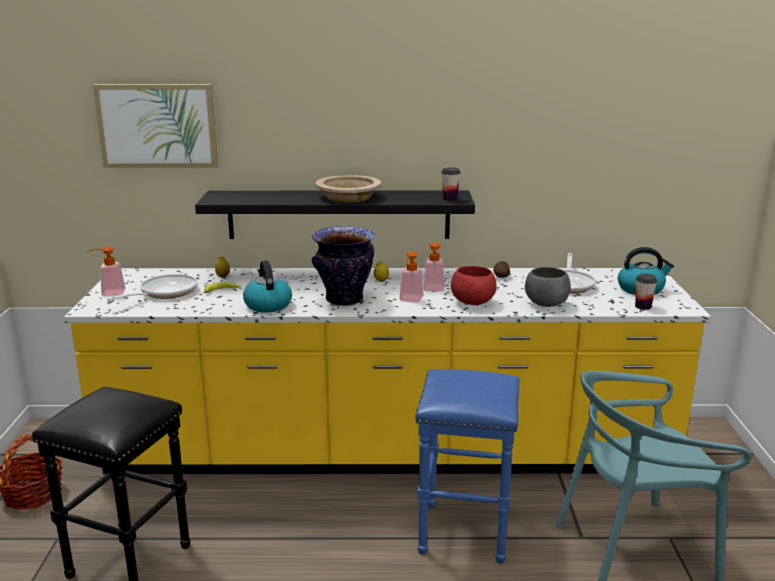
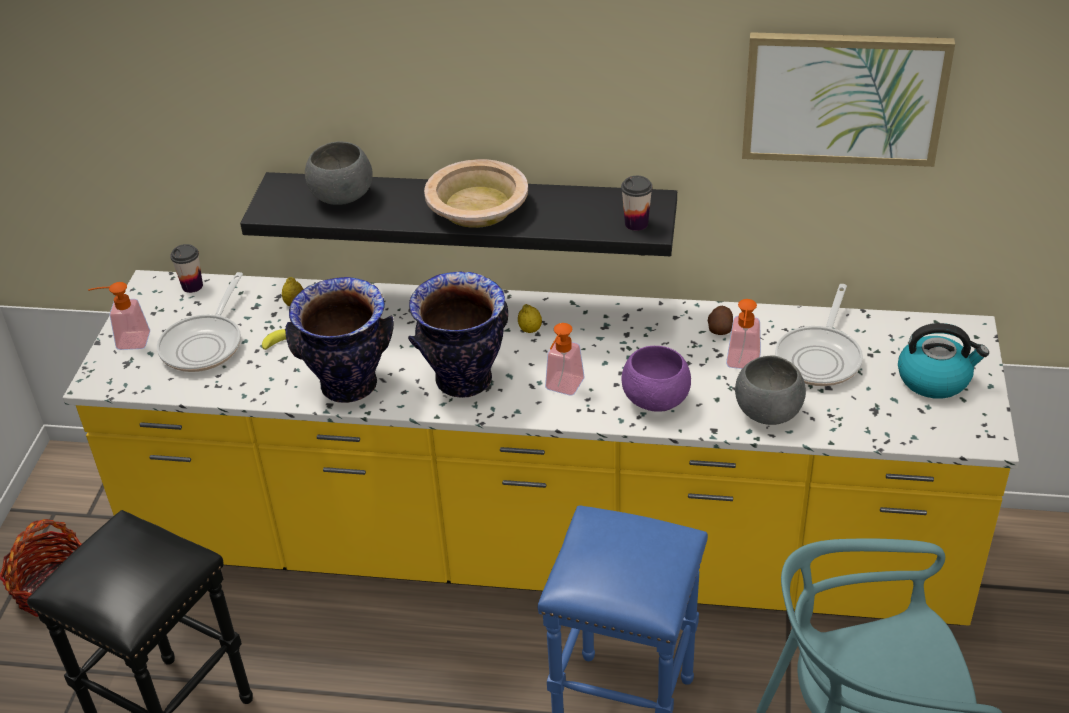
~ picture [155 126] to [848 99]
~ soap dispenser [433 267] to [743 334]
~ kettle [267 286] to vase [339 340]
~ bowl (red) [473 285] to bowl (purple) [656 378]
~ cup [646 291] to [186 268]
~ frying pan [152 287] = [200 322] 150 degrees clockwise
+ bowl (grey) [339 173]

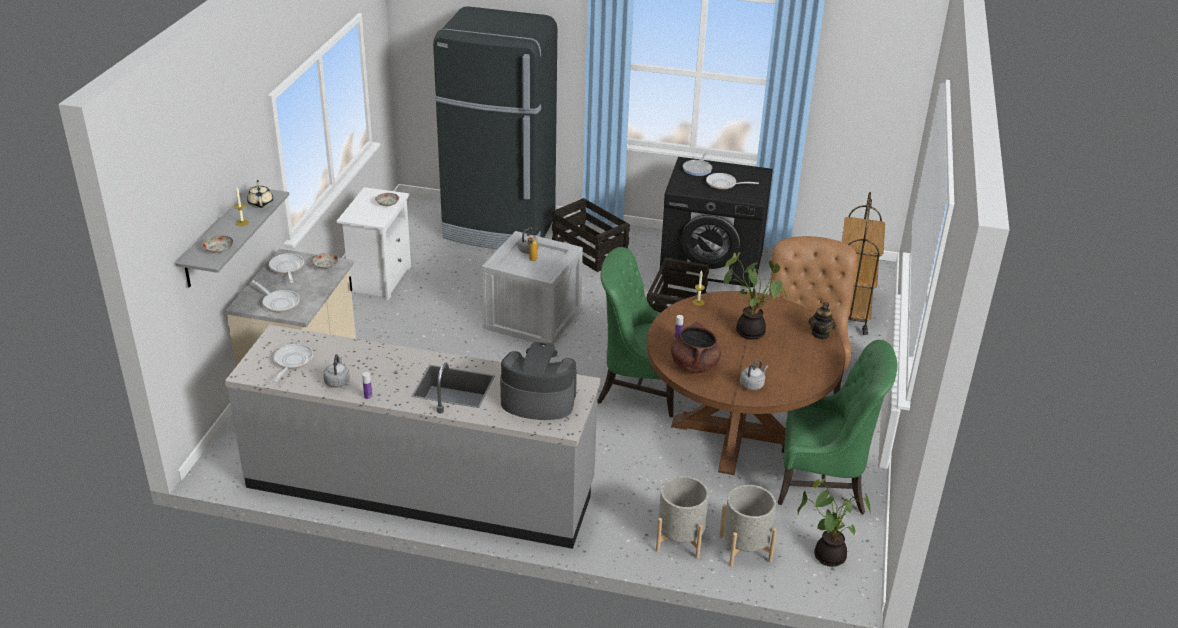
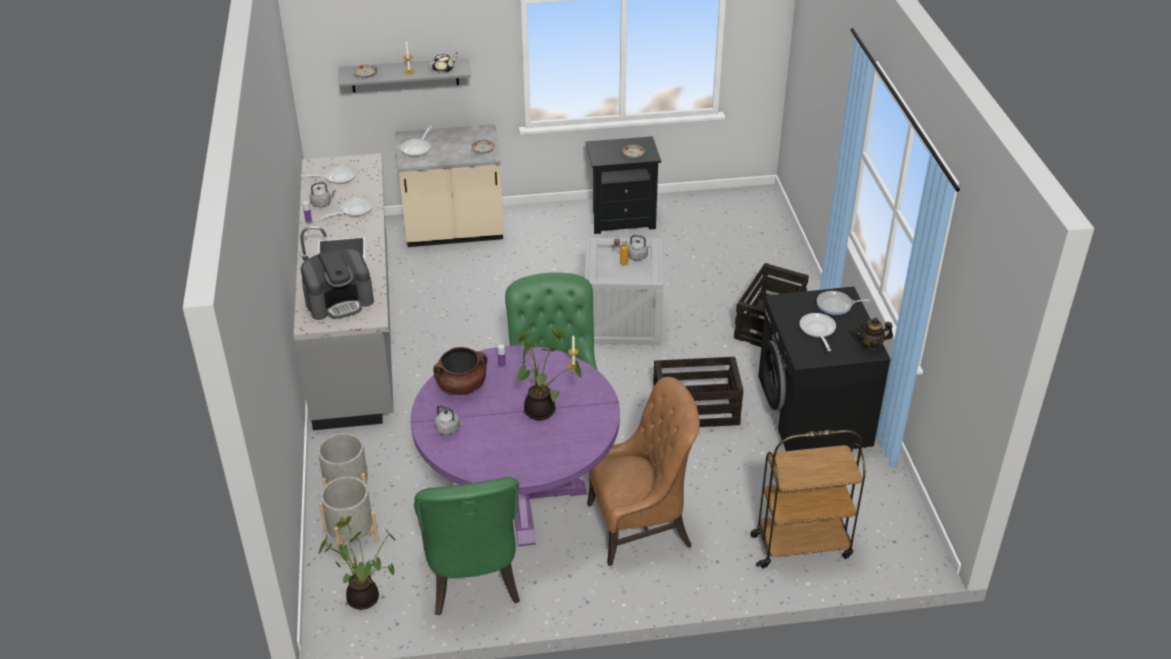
- fridge (black) [495 127]
~ nightstand (white) [374 243] to nightstand (black) [623 185]
~ frying pan [286 268] to [347 208]
~ dining table (brown) [745 383] to dining table (purple) [515 445]
~ teapot [822 320] to [873 335]
~ coffee machine [538 381] = [337 284] 75 degrees clockwise

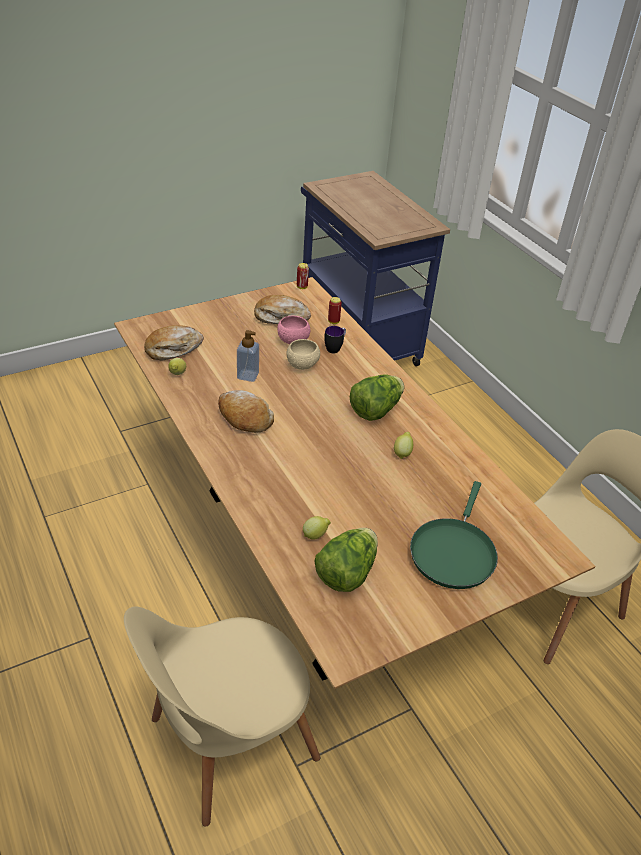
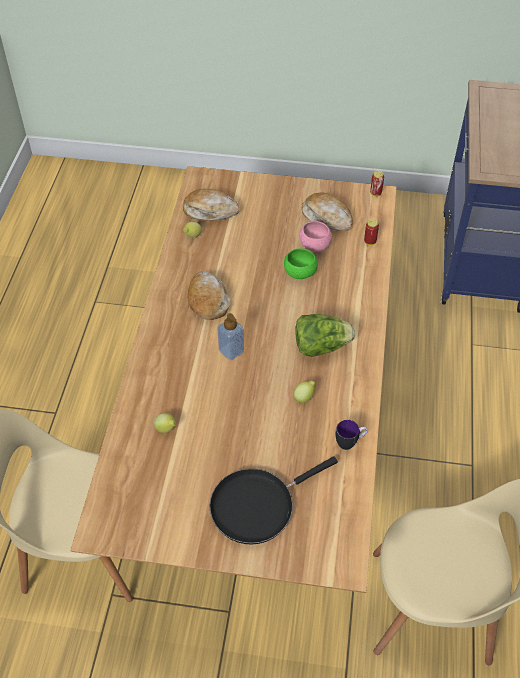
~ mug [335 339] to [351 435]
~ soap dispenser [248 356] to [230 336]
~ bowl (beige) [303 354] to bowl (green) [301 263]
~ frying pan (green) [454 535] to frying pan (black) [274 500]
- lettuce [346 560]

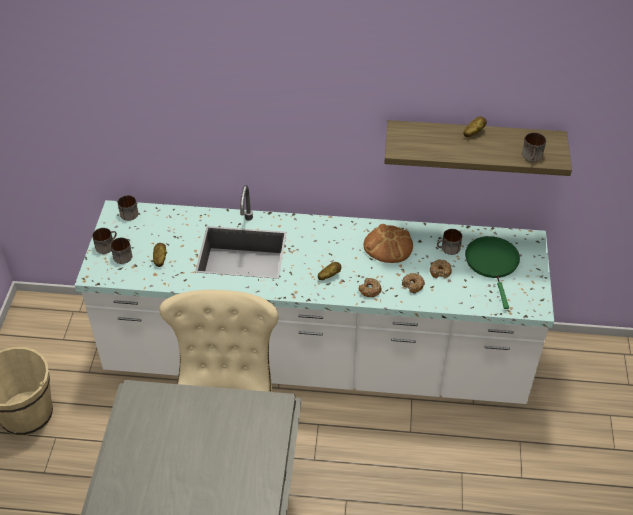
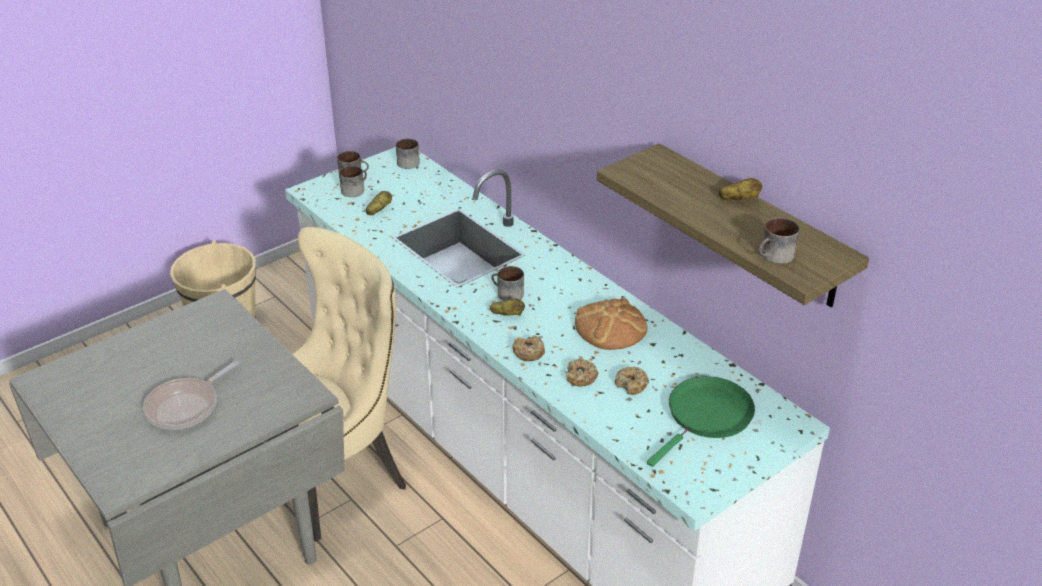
~ mug [449 242] to [507 283]
+ frying pan [191 395]

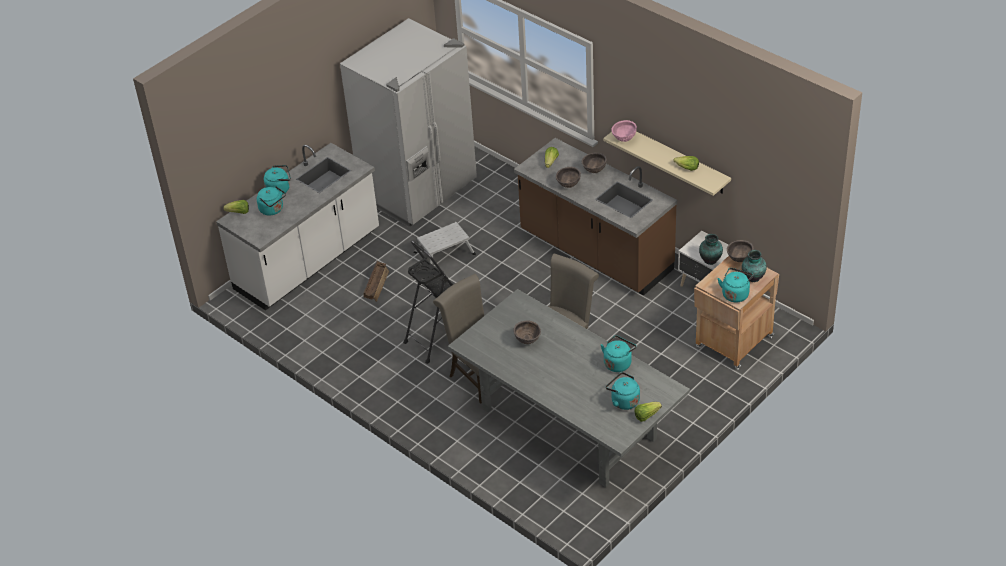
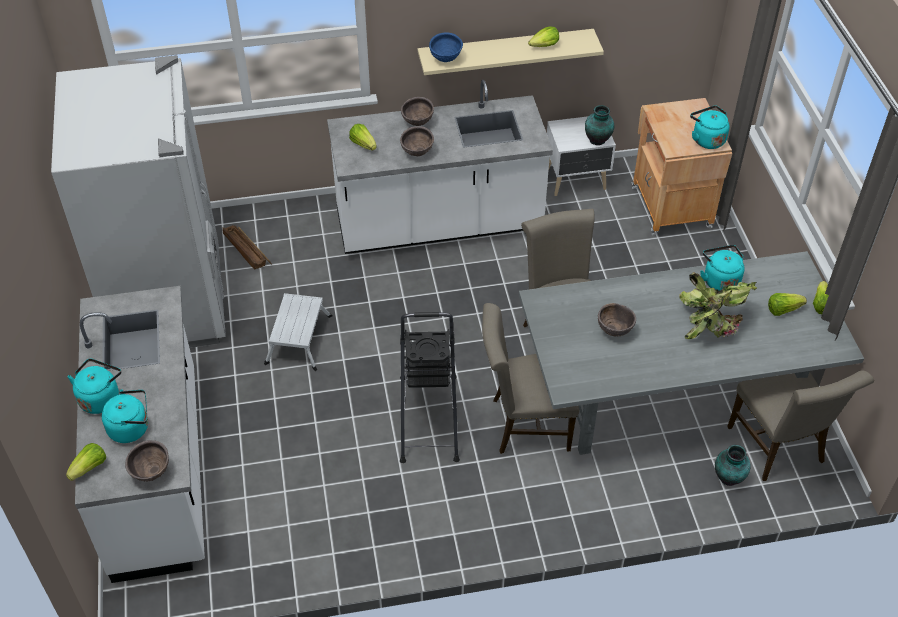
~ bowl (pink) [624 131] to bowl (blue) [446 47]
~ counter (brown) [595 217] to counter (white) [440 167]
~ bowl (brown) [740 251] to [147 461]
~ vase [754 266] to [733 465]
~ crate [376 281] to [247 247]
~ kettle (turquoise) [623 391] to lettuce [787 304]
+ potted plant [718 305]
+ chair (beige) [800 425]

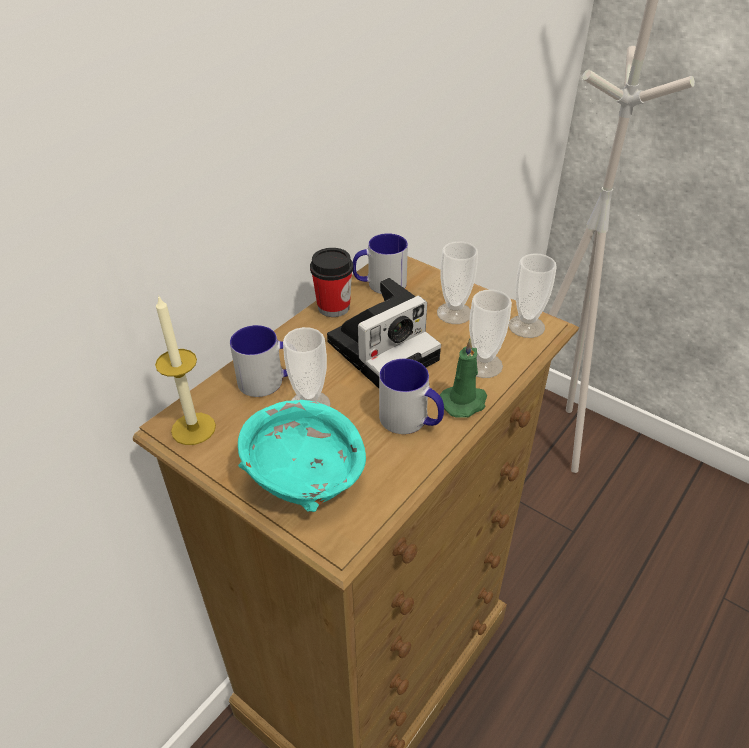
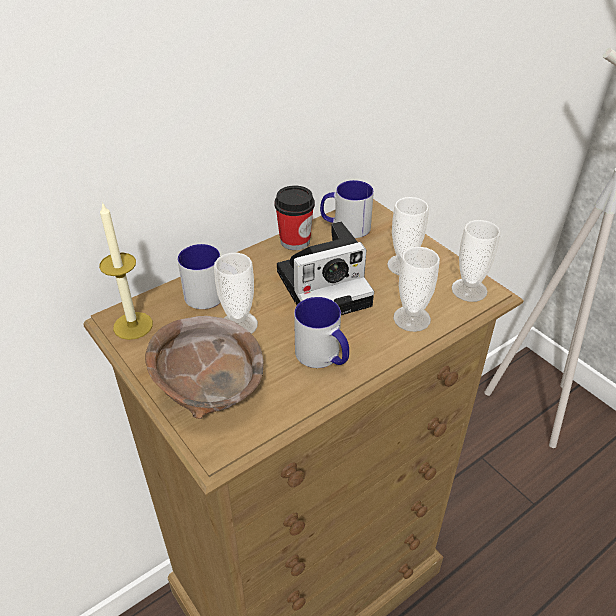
- candle (green) [463 378]
~ bowl (turquoise) [302 456] to bowl (brown) [204 367]

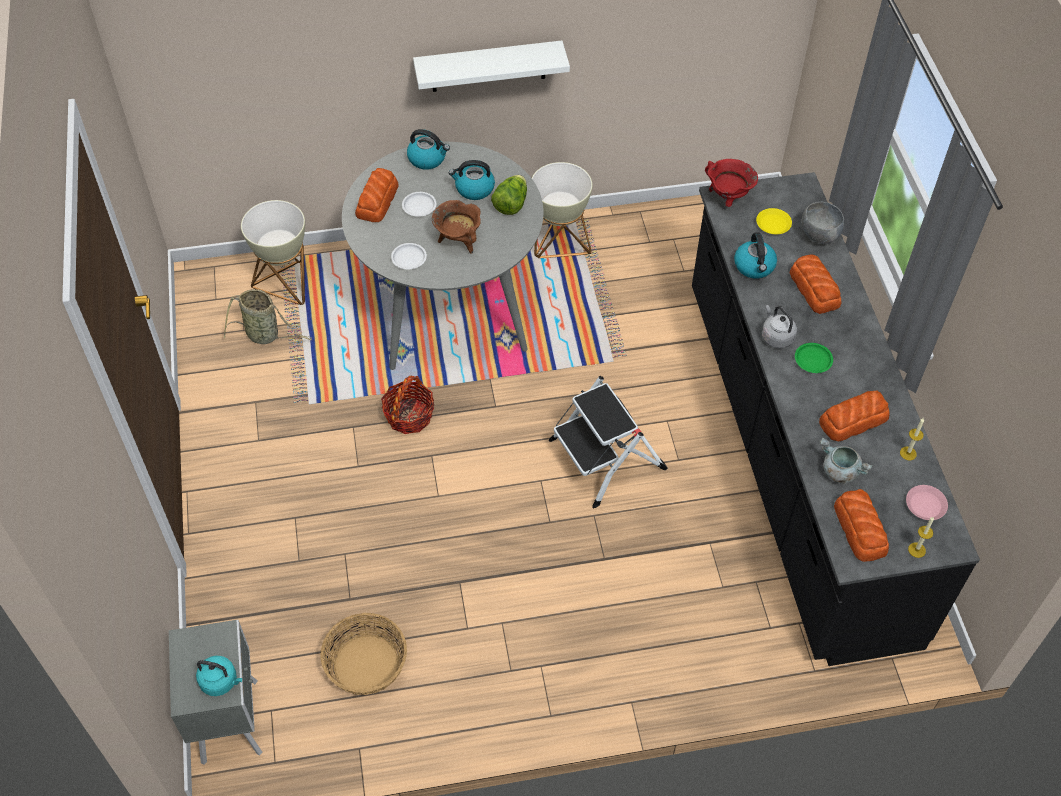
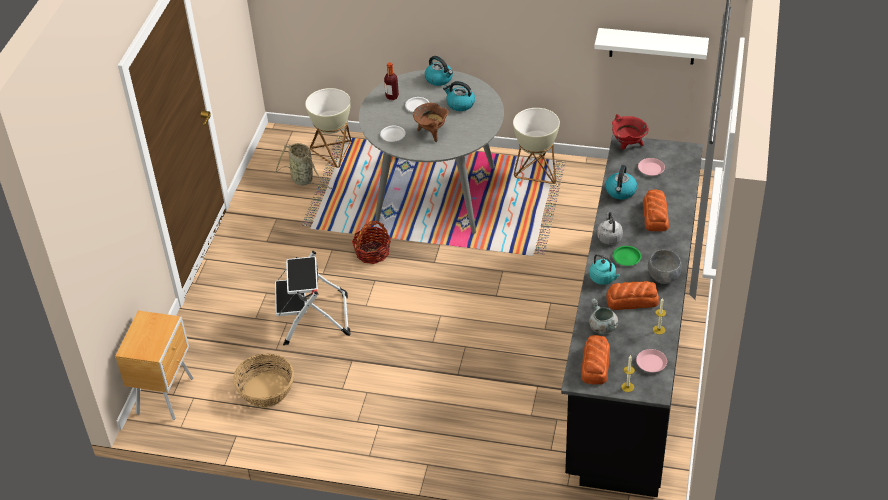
~ shelf (white) [491 66] to [651 46]
~ bread [377 195] to bottle [391 81]
- lettuce [509 195]
~ bowl (grey) [823 223] to [665 267]
~ plate (yellow) [774 221] to plate (pink) [651 167]
~ step ladder [608 442] to [312 298]
~ nightstand (grey) [215 692] to nightstand (brown) [154 365]
~ kettle (turquoise) [219 676] to [605 269]

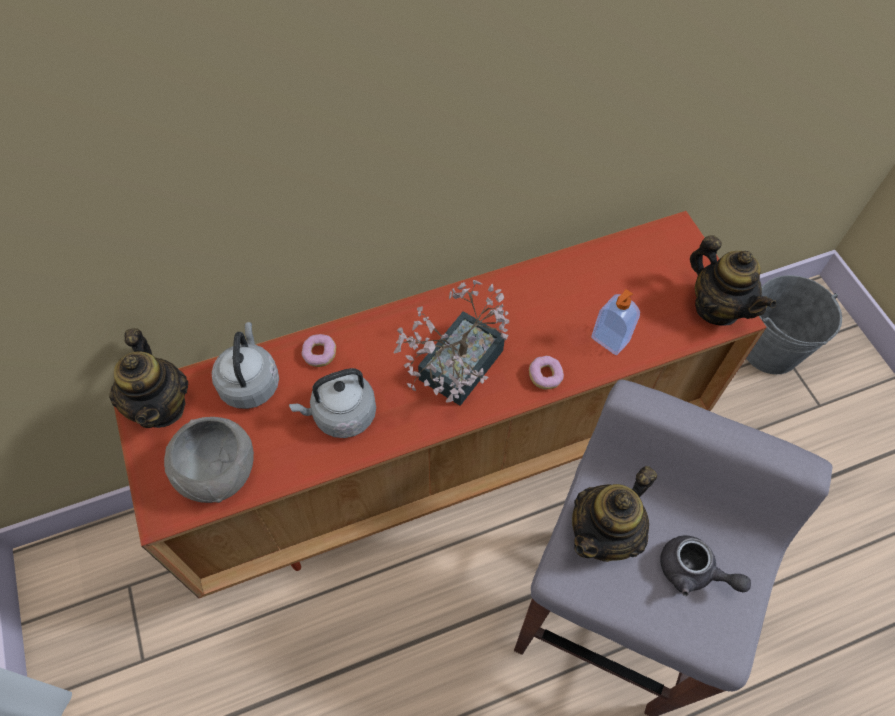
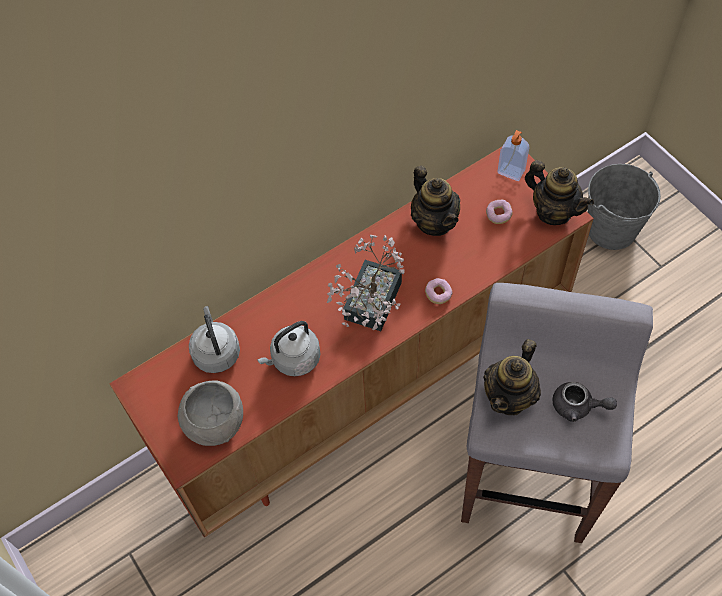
~ soap dispenser [615 322] to [513 155]
~ teapot [148 378] to [435 200]
~ donut [319 350] to [499 212]

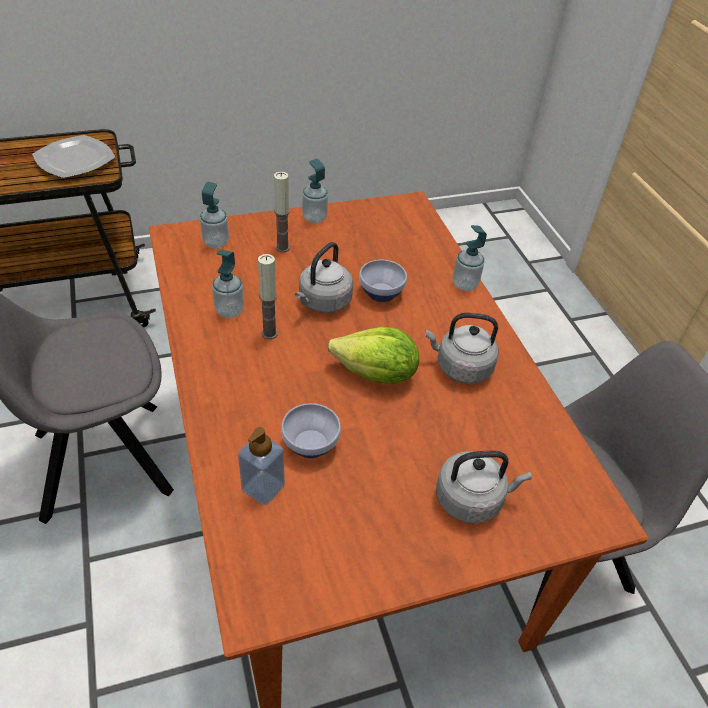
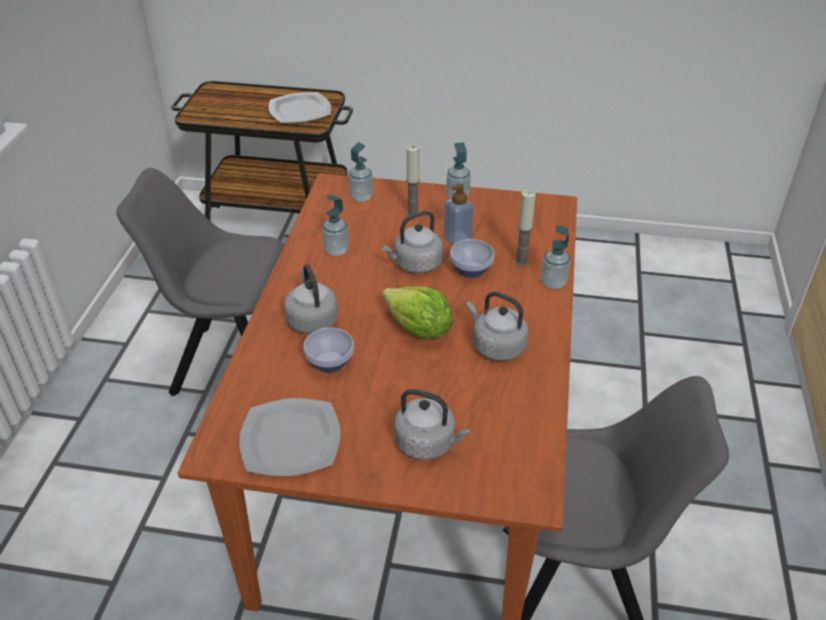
~ candle [268 296] to [525 228]
~ soap dispenser [261 466] to [459 215]
+ kettle (grey) [311 299]
+ plate [290 437]

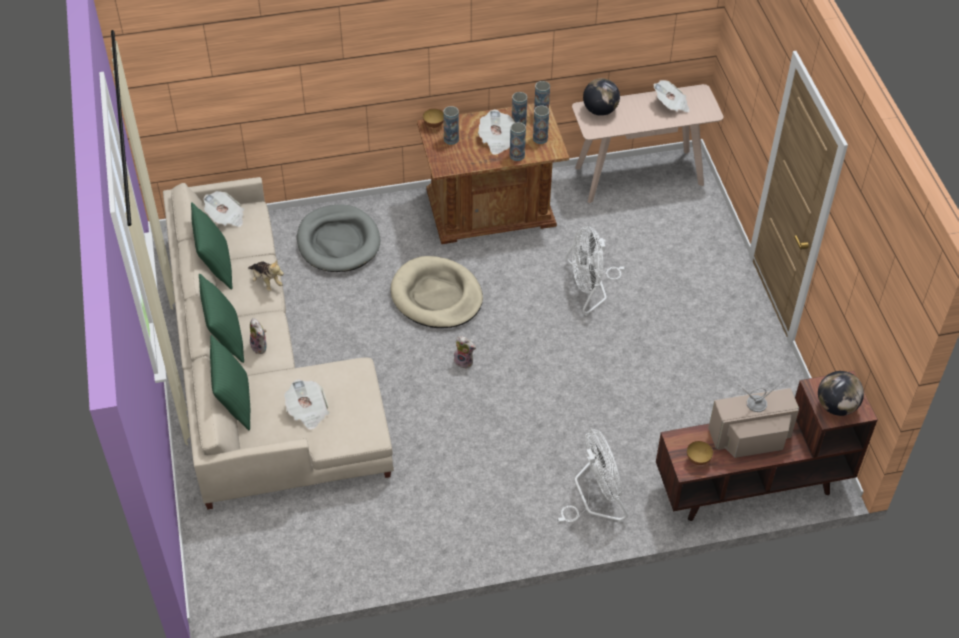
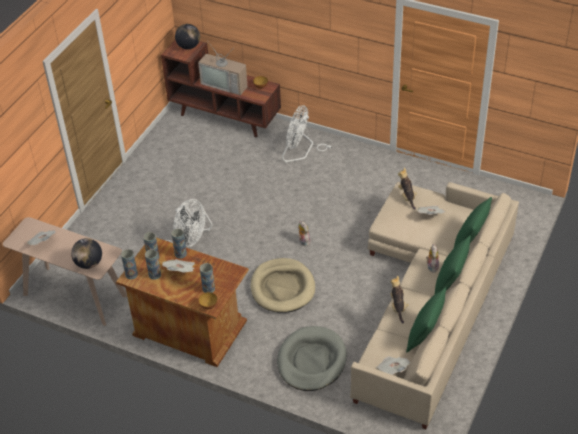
+ plush toy [407 189]

